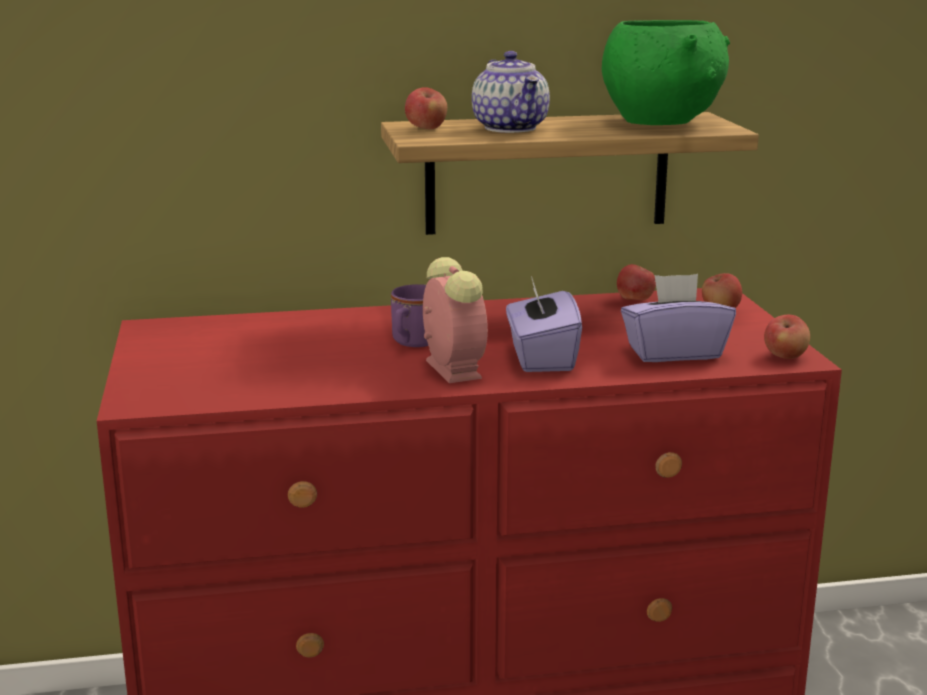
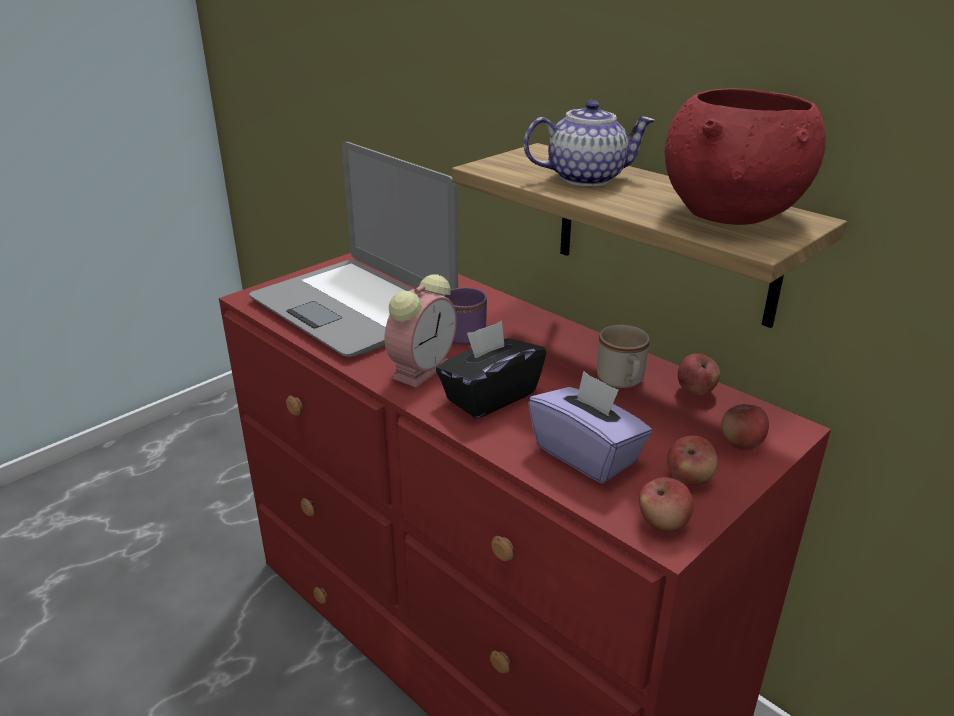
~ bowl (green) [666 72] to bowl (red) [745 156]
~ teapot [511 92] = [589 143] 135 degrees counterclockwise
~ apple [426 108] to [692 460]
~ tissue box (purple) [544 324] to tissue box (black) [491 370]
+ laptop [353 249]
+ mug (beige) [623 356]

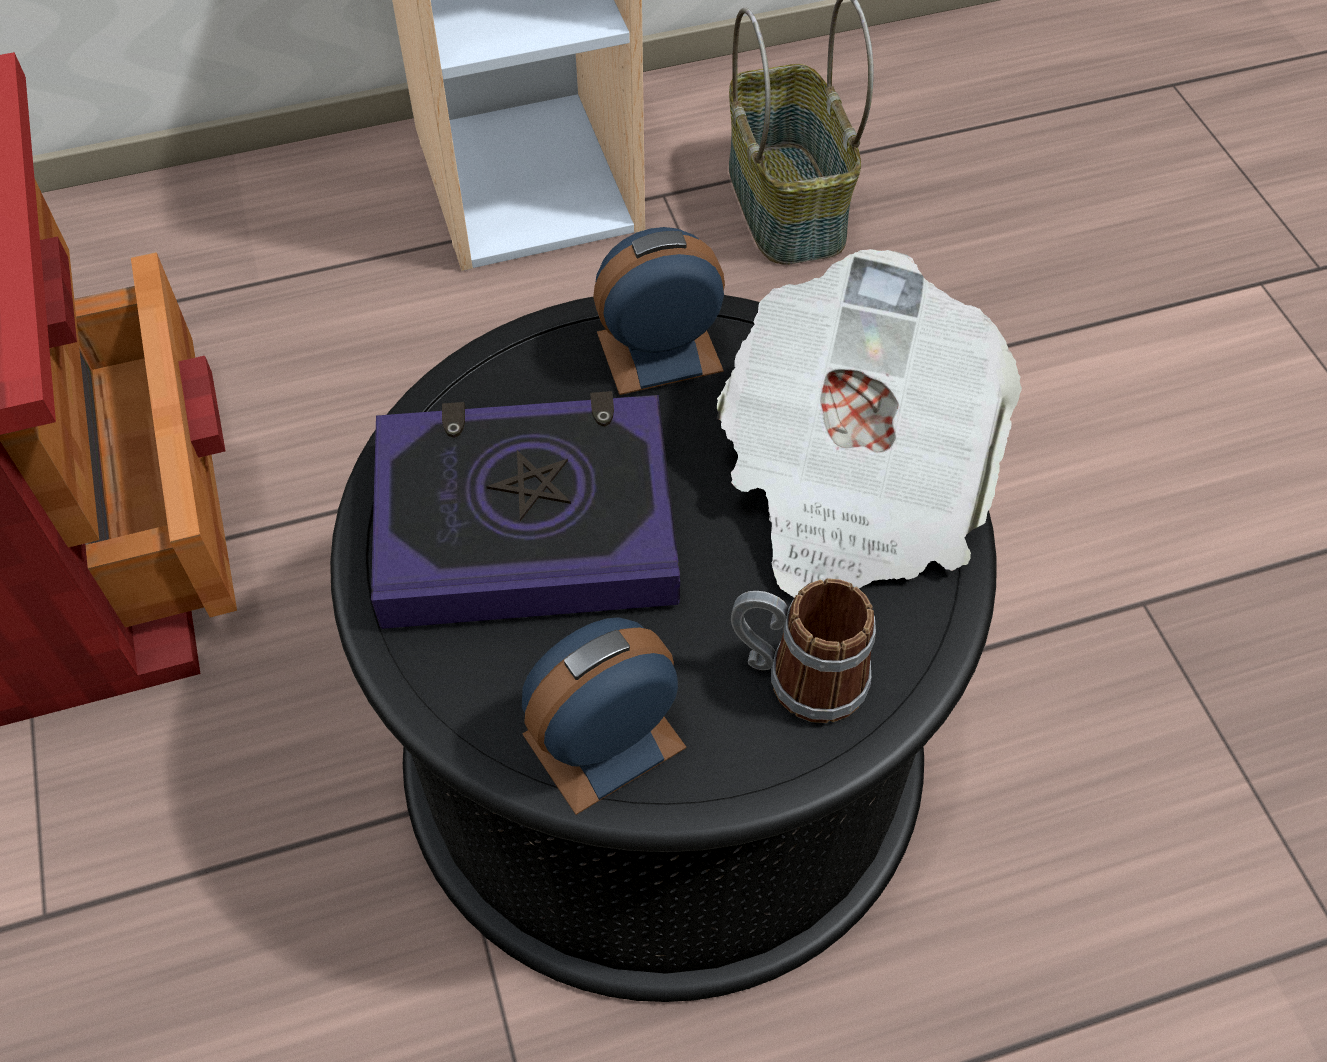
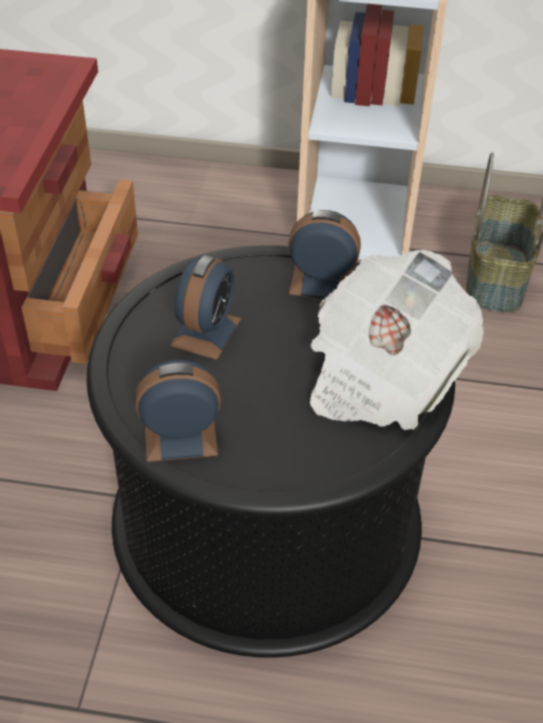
~ book [525 510] to alarm clock [205 307]
- mug [803 650]

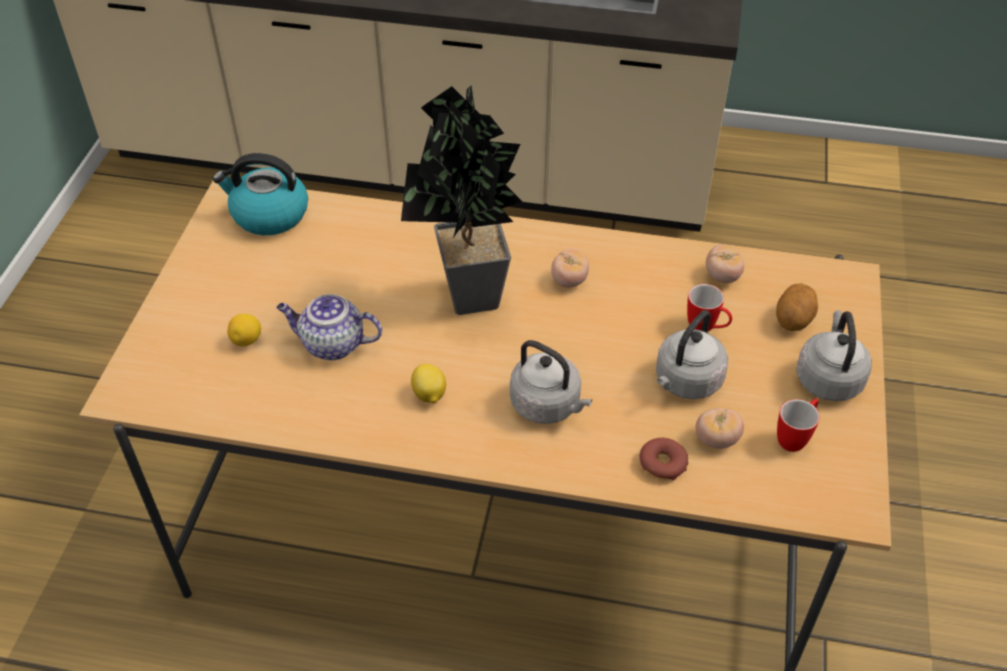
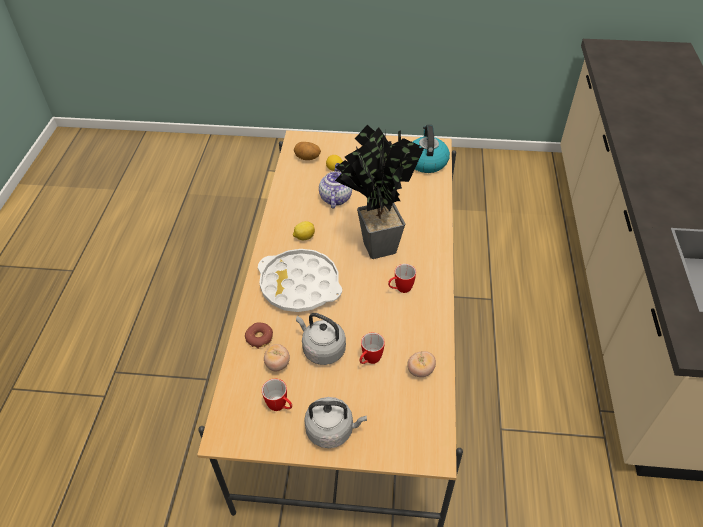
~ tomato [570 268] to mug [402 278]
~ potato [797 307] to [307 151]
~ kettle (grey) [551 382] to tray (white) [300 280]

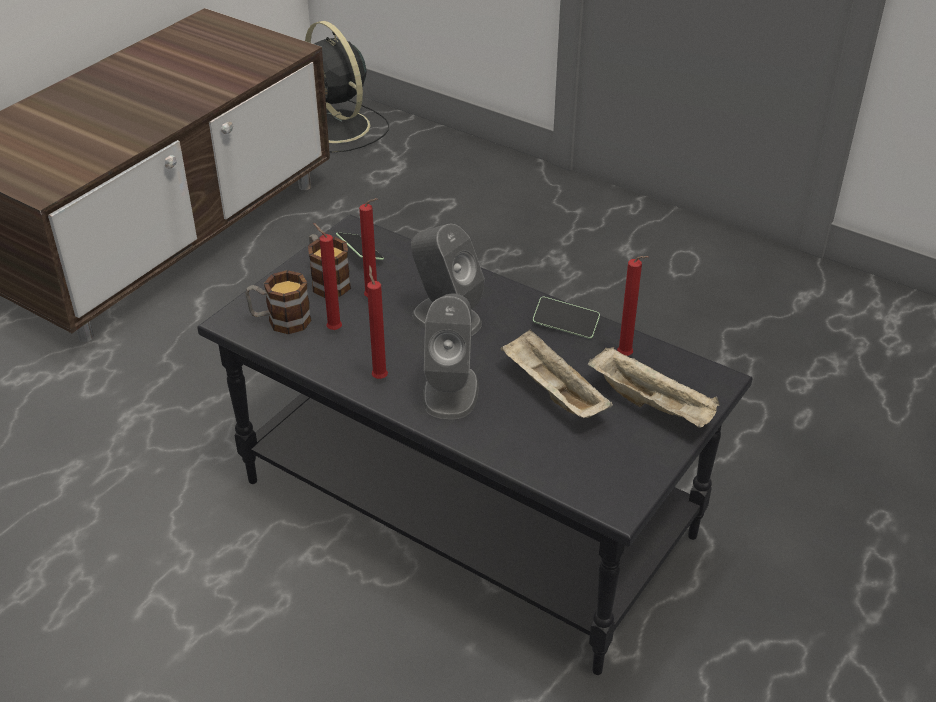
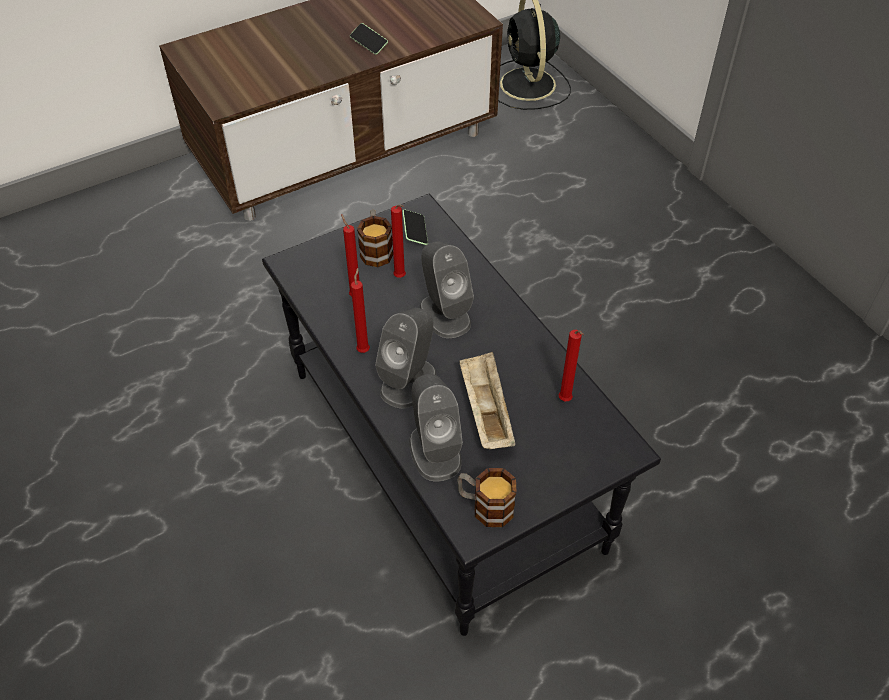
~ mug [278 302] to [487 497]
~ phone [566 318] to [369 39]
- tray (beige) [653 387]
+ speaker (grey) [436 427]

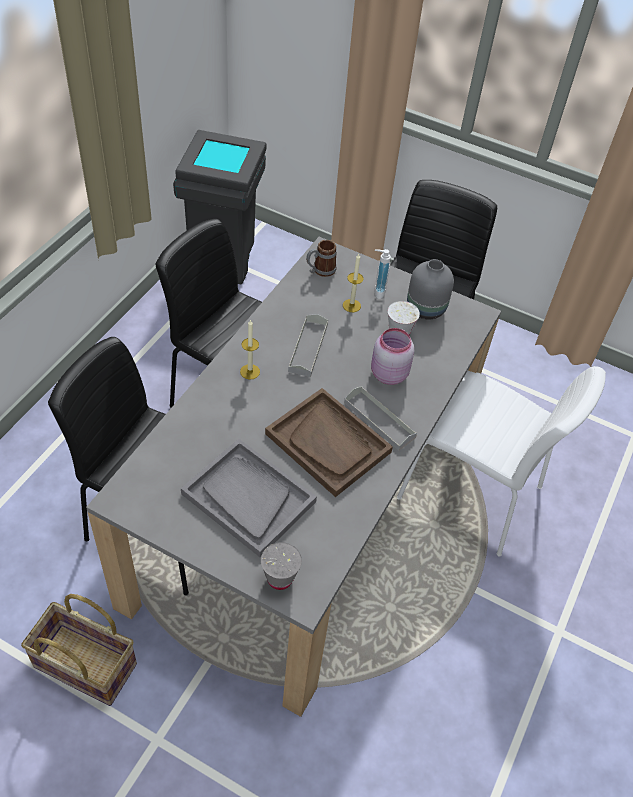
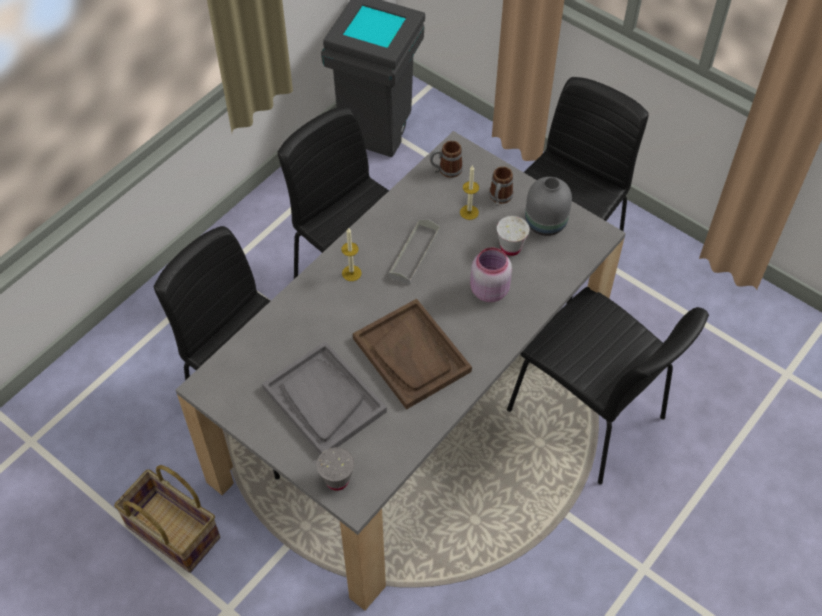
~ soap dispenser [382 274] to mug [501 186]
~ chair (white) [501 461] to chair (black) [608 386]
- tray (grey) [380 418]

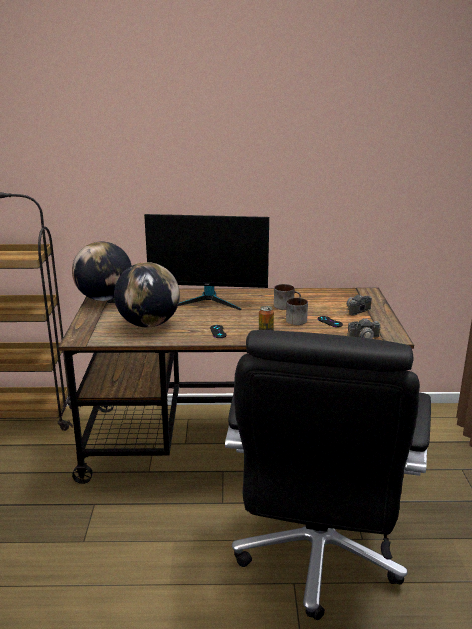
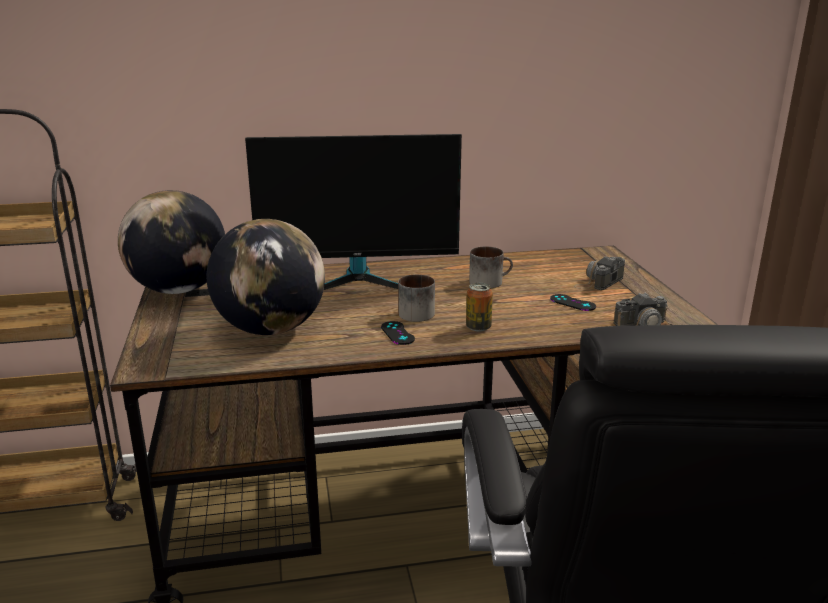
~ mug [297 311] to [416 298]

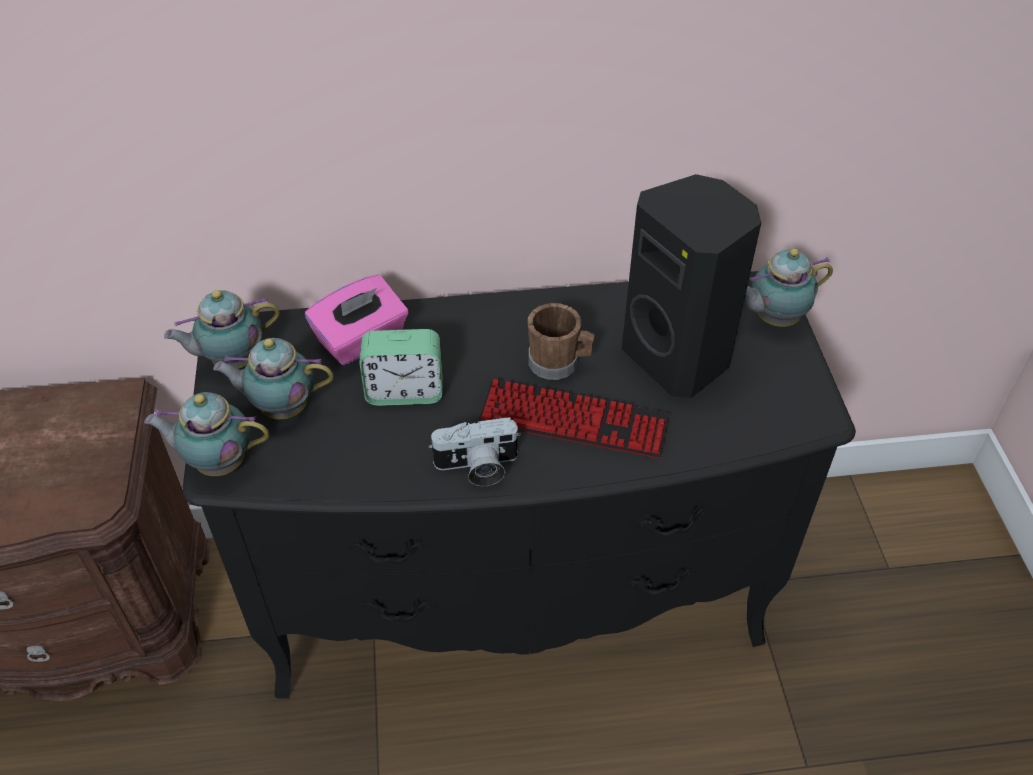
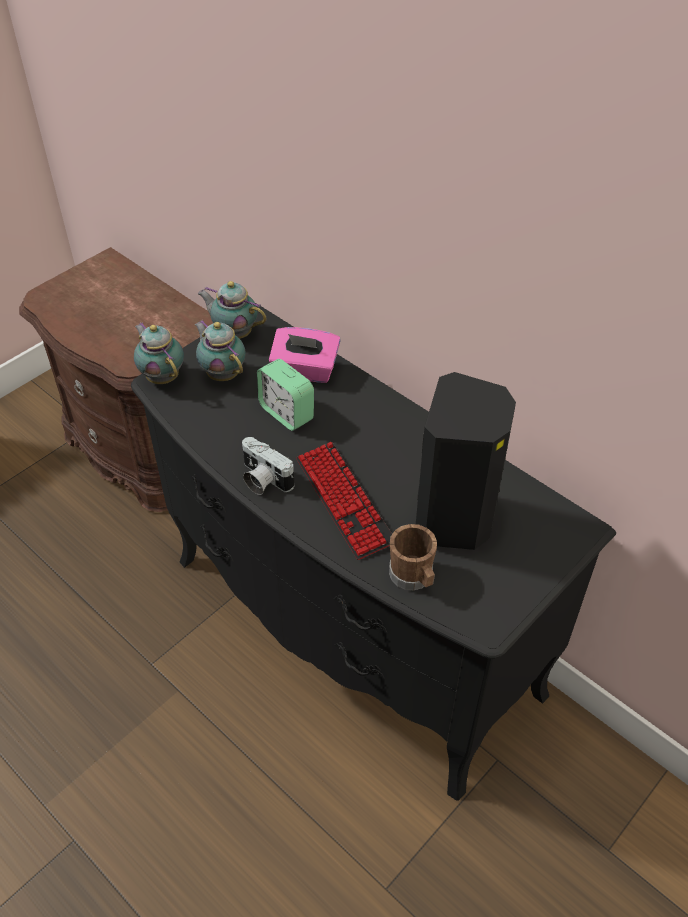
- teapot [789 288]
~ mug (brown) [561 341] to [413 557]

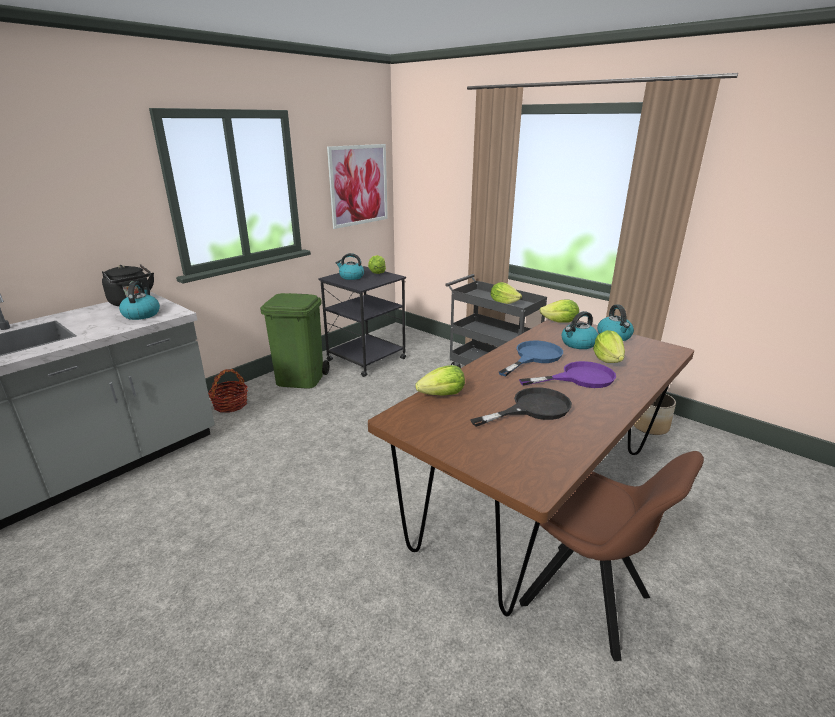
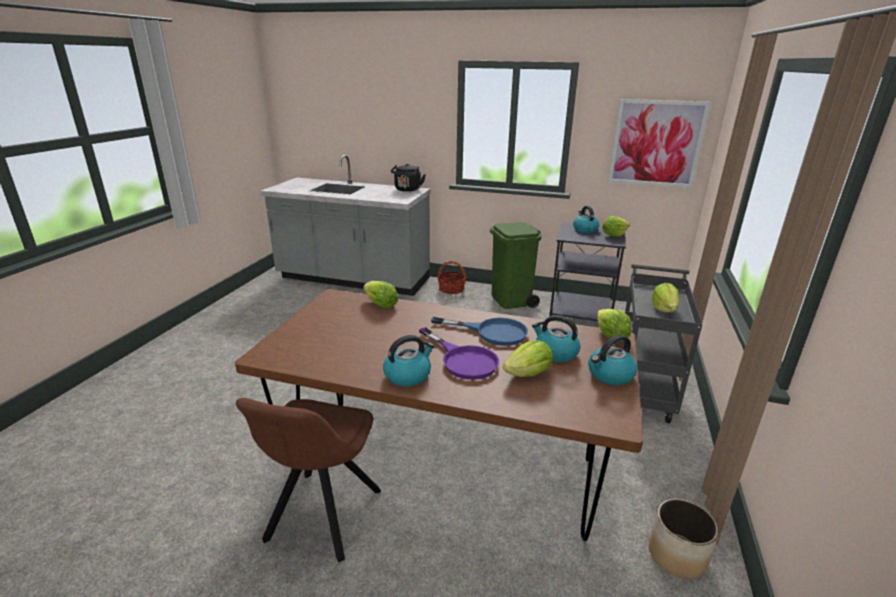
~ kettle [139 300] to [408 361]
- frying pan (black) [521 407]

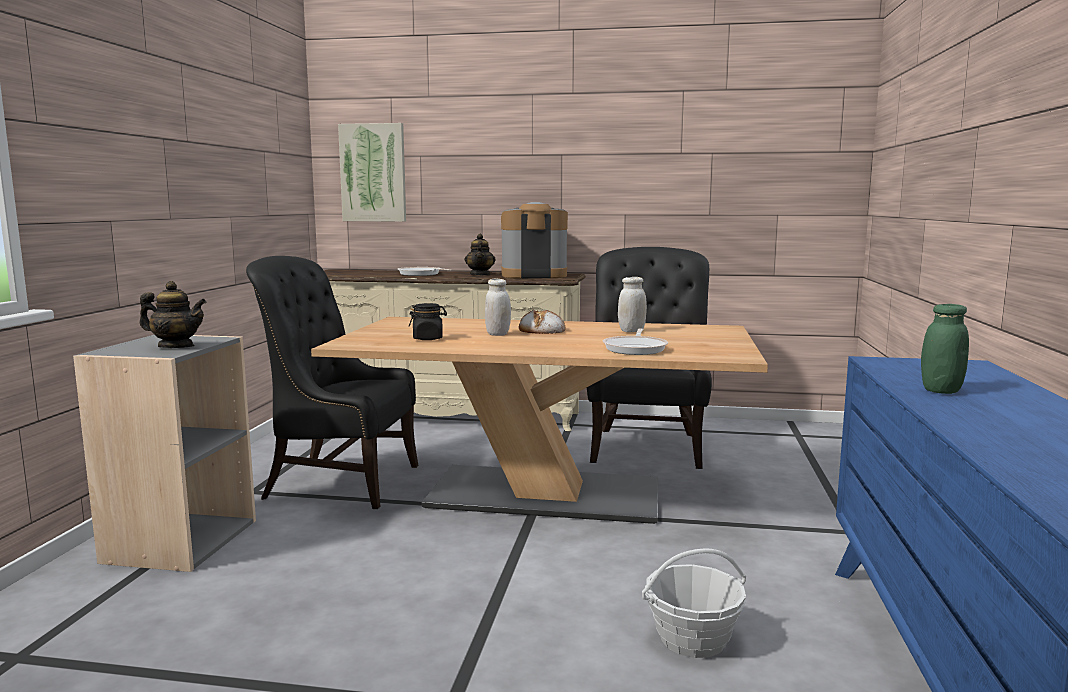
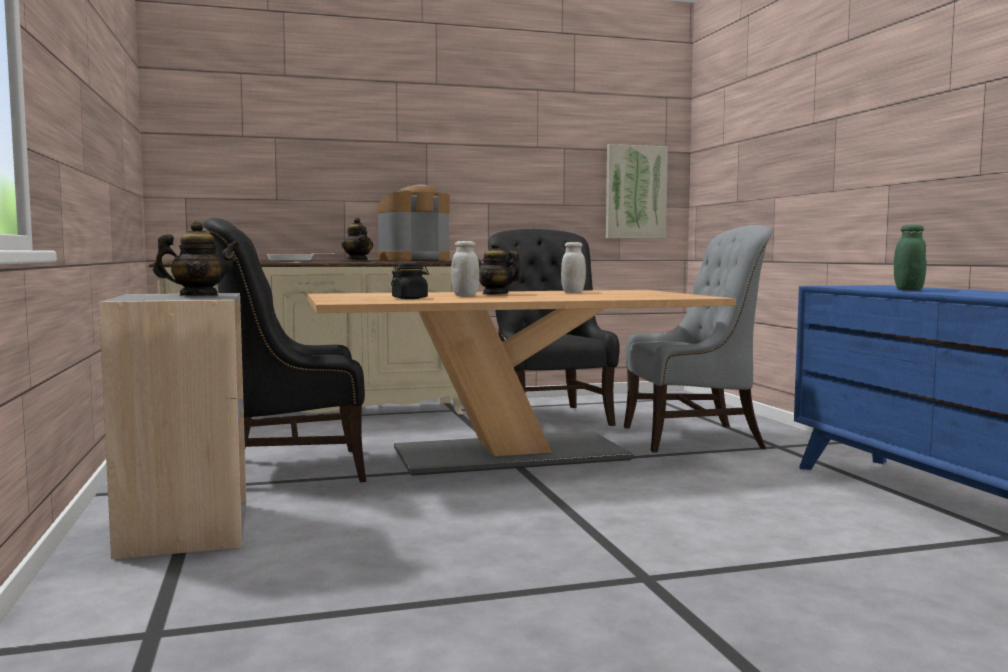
~ picture [372 172] to [637 191]
~ bread [542 321] to teapot [499 268]
- frying pan [635 342]
- basket [694 603]
+ chair (grey) [698 339]

